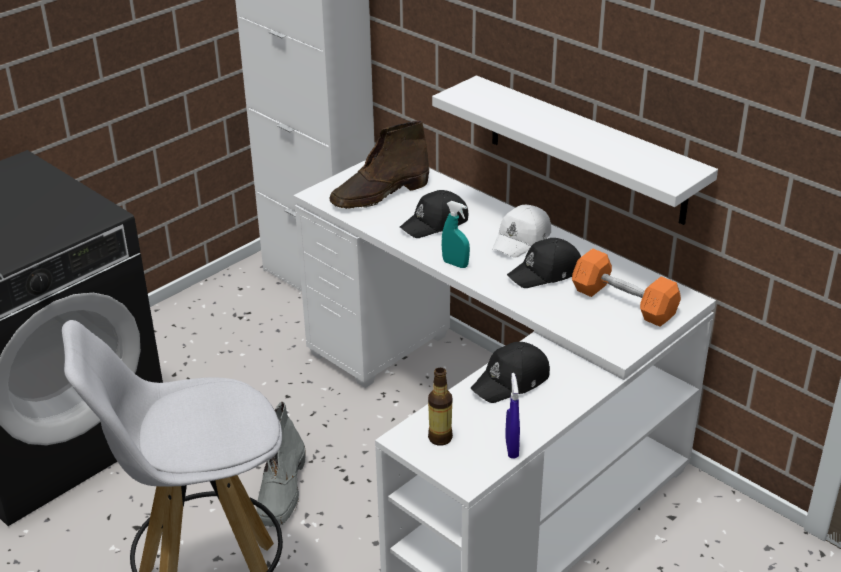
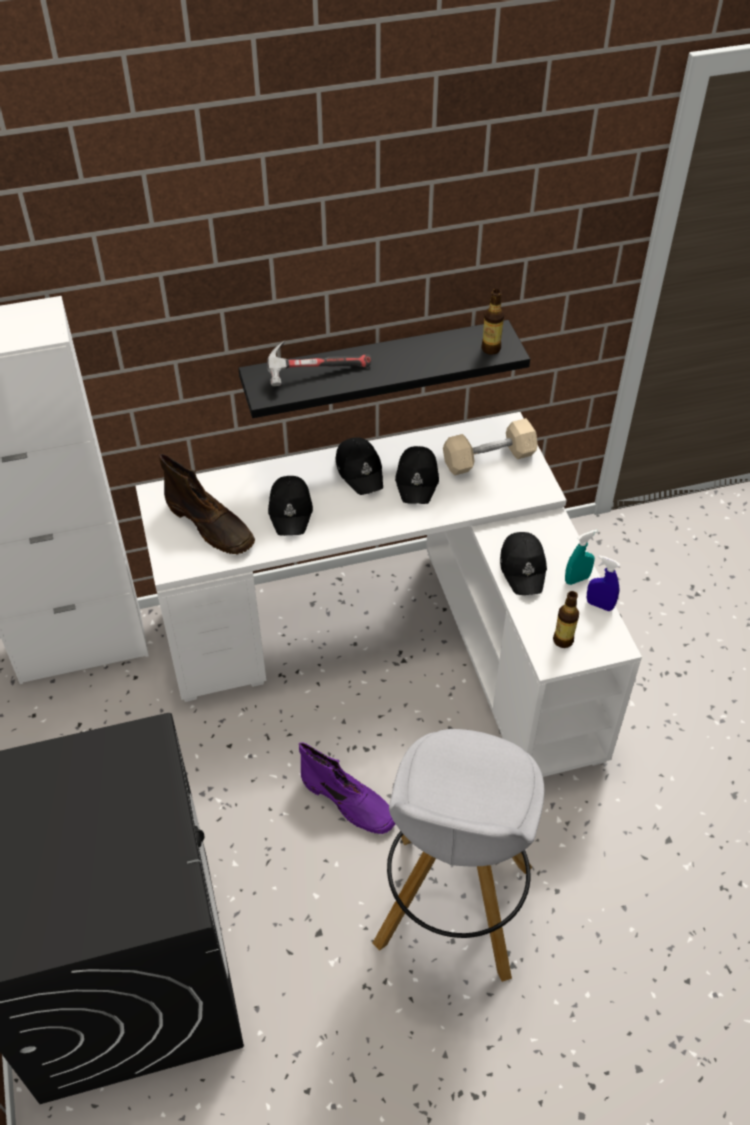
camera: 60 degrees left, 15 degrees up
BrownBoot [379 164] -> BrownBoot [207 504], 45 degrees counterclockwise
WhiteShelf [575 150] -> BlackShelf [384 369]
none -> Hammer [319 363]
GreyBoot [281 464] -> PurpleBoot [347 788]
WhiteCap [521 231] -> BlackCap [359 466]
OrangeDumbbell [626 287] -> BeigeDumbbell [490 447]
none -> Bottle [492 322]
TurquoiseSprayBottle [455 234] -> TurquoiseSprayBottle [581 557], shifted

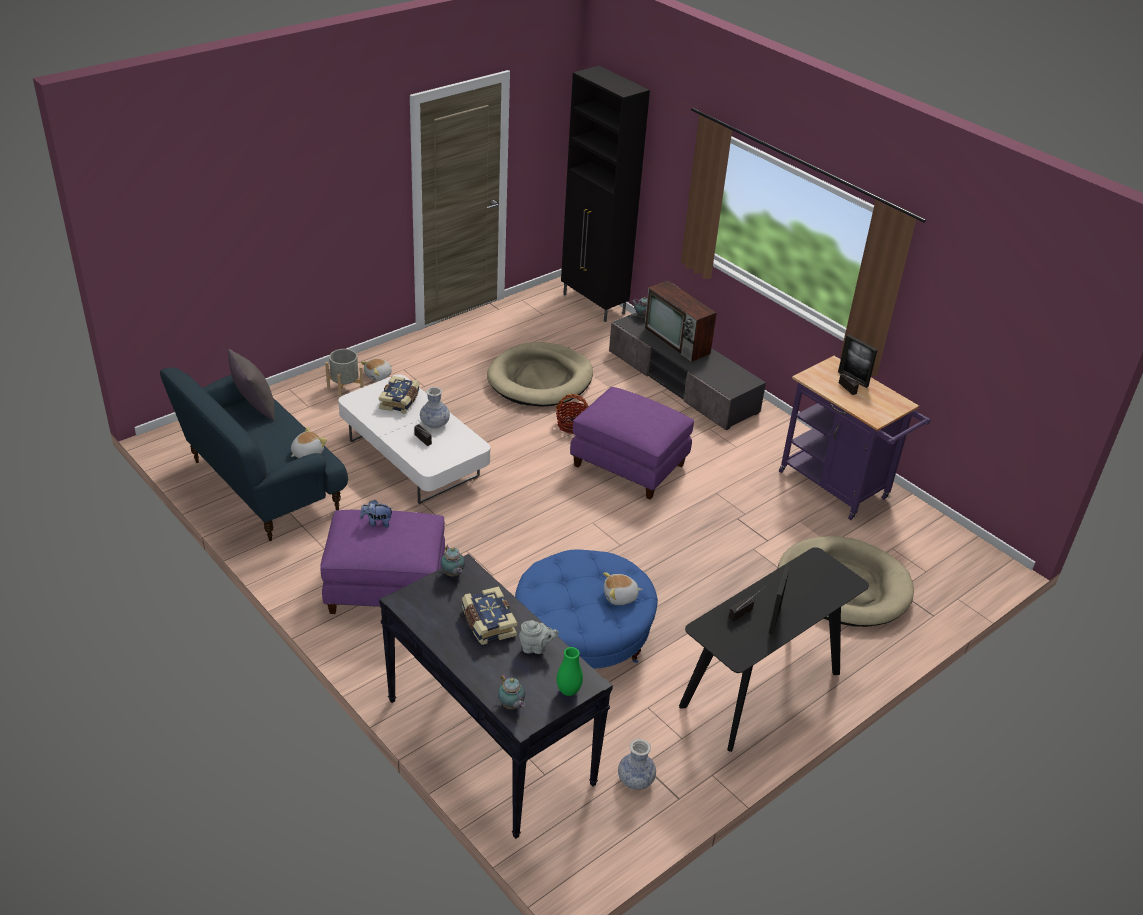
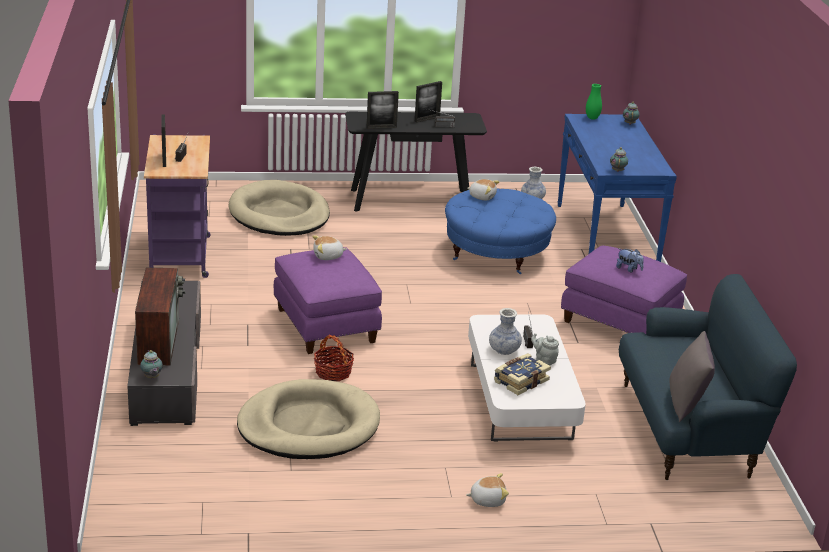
camera: 145 degrees left, 10 degrees down
PlushToy [309 442] -> PlushToy [329 247], shifted
none -> PictureFrame [383 110]
GreyTeapot [539 637] -> GreyTeapot [545 349], shifted
BlackConsoleTable [496 696] -> BlueConsoleTable [617 188]
GreyPlanter [344 373] -> none
Book [489 615] -> none
BlackCabinet [605 194] -> none

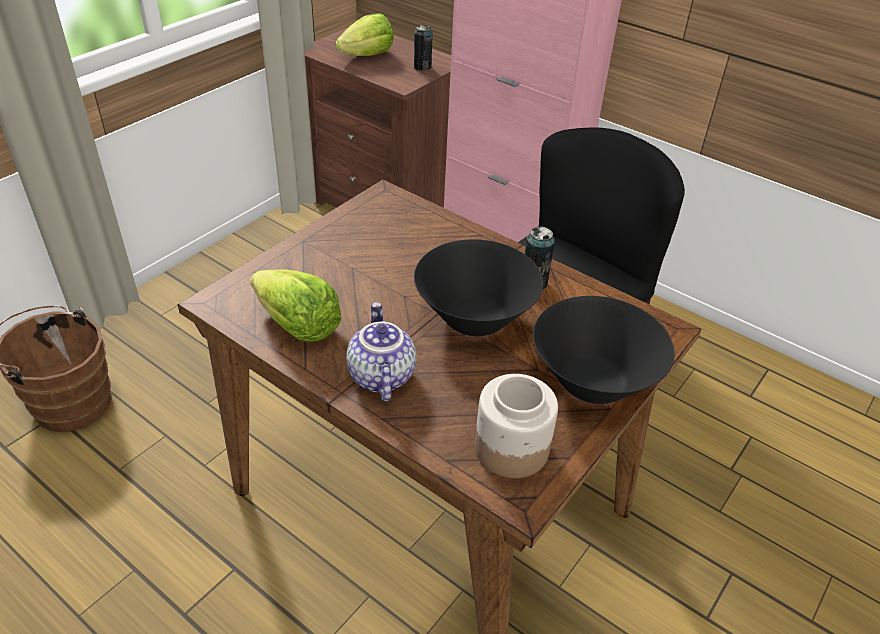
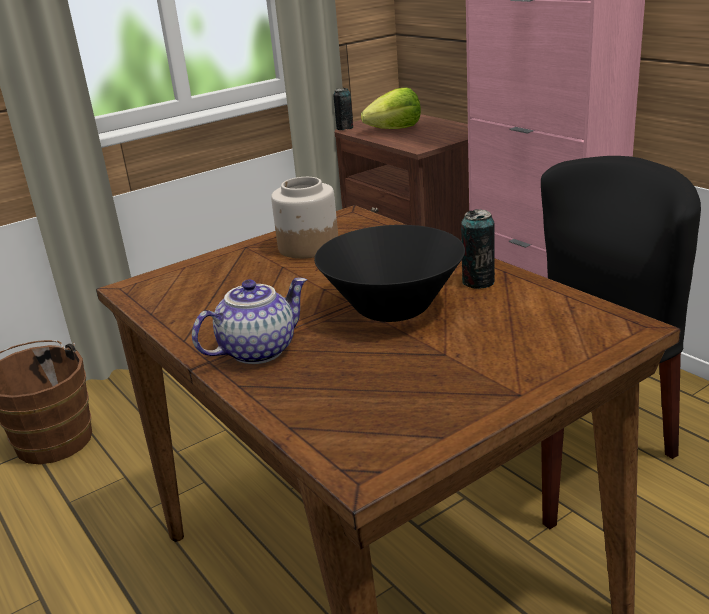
camera: 20 degrees right, 15 degrees down
Teapot [381 351] -> Teapot [249 321], 45 degrees clockwise
Jar [516 426] -> Jar [304 218], shifted
Can [423 48] -> Can [343 109], shifted
Lettuce [295 305] -> none
BlackBowl [604 350] -> none

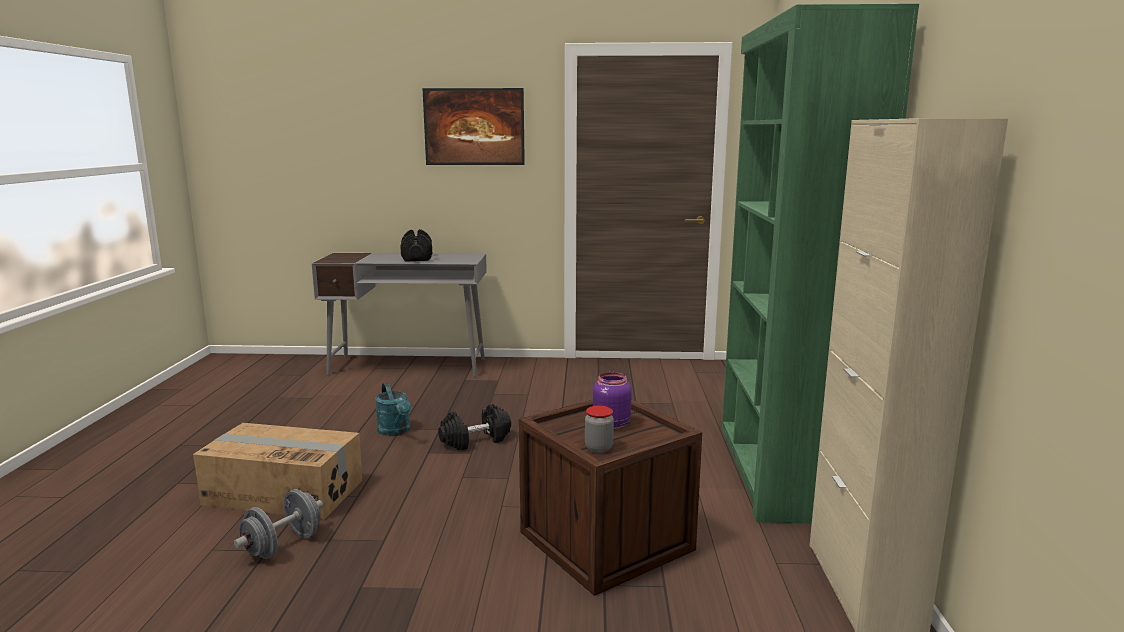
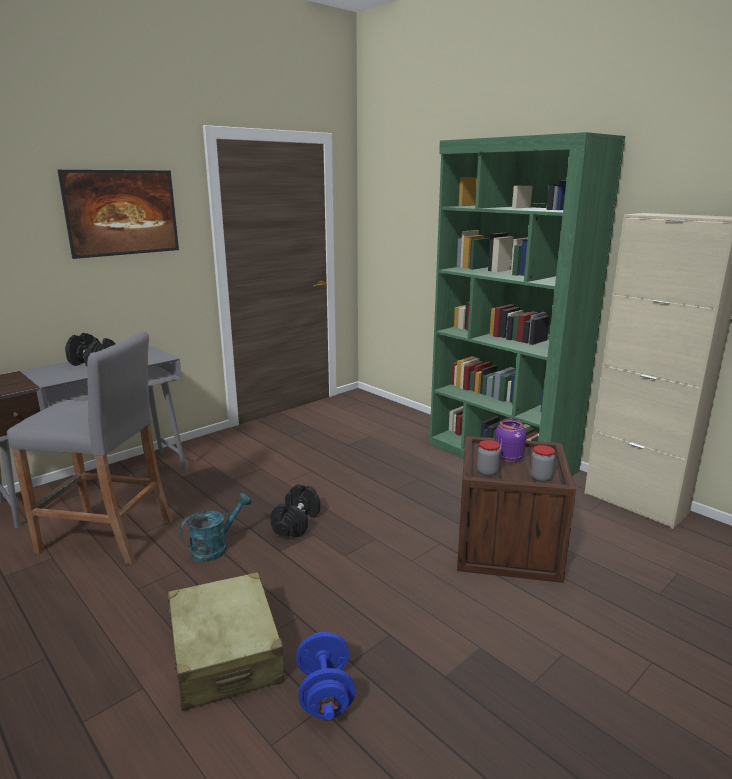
camera: 45 degrees left, 5 degrees up
none -> GreyStool [90 448]
CardboardBox [277 471] -> BeigeSuitcase [226 641]
TurquoiseWateringCan [393 409] -> TurquoiseWateringCan [215 527], 60 degrees counterclockwise
GreyDumbbell [278 524] -> BlueDumbbell [325 676]
none -> Jar [488 458]

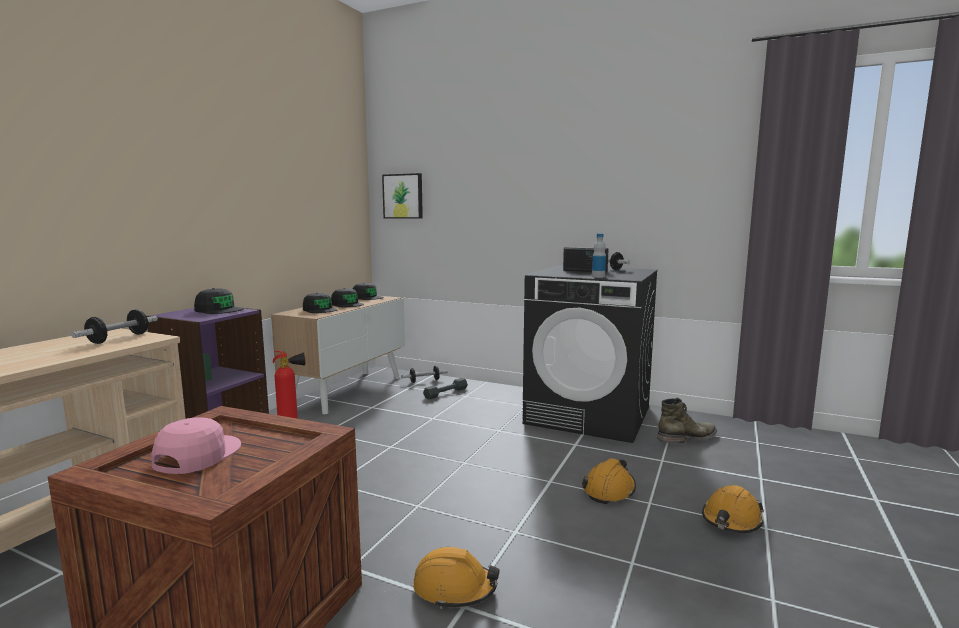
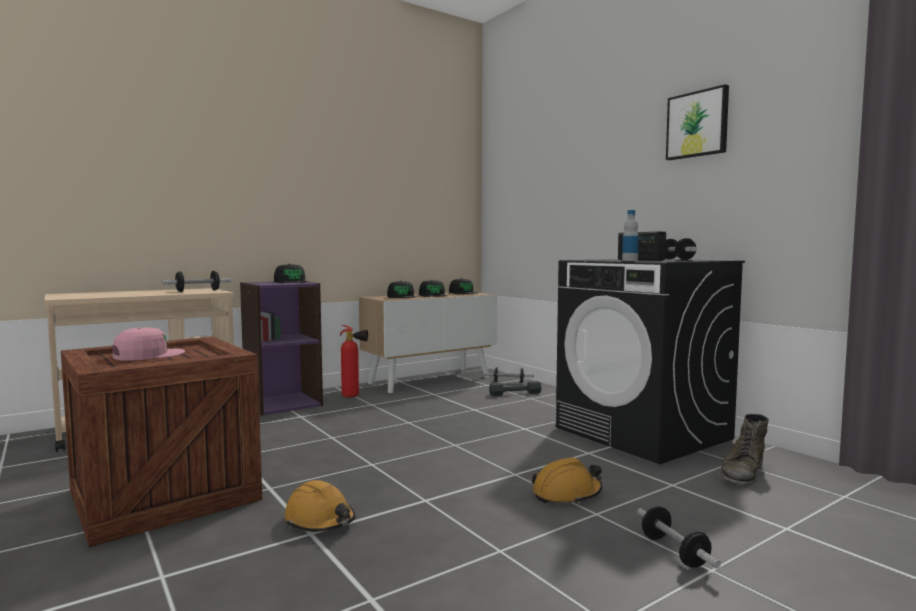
camera: 30 degrees right, 5 degrees down
OrangeHardHat [733 509] -> Dumbbell [679 538]
Picture [402 196] -> Picture [697 122], shifted
GreenBoot [687 420] -> GreenBoot [744 450], 120 degrees clockwise

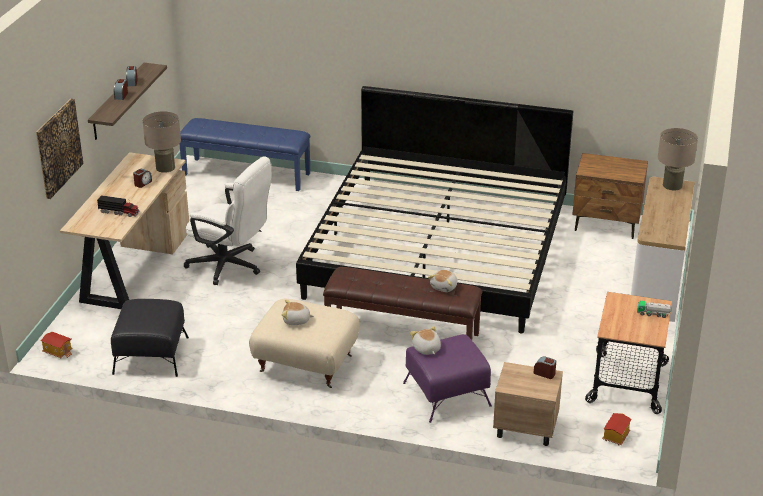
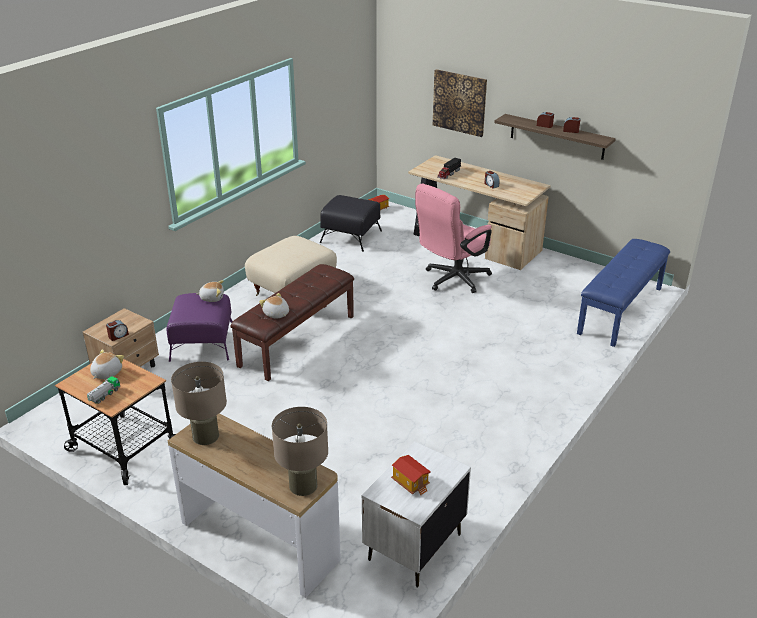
camera: 110 degrees right, 0 degrees up
PlushToy [298 312] -> PlushToy [107 364], shifted
BeigeTableLamp [161 142] -> BeigeTableLamp [199 403], shifted
BrownNightstand [610 196] -> WhiteNightstand [416 514]
ToyHouse [617 429] -> ToyHouse [411 475], shifted
WhiteOfficeChair [228 220] -> PinkOfficeChair [453 238]
Bed [434 209] -> none

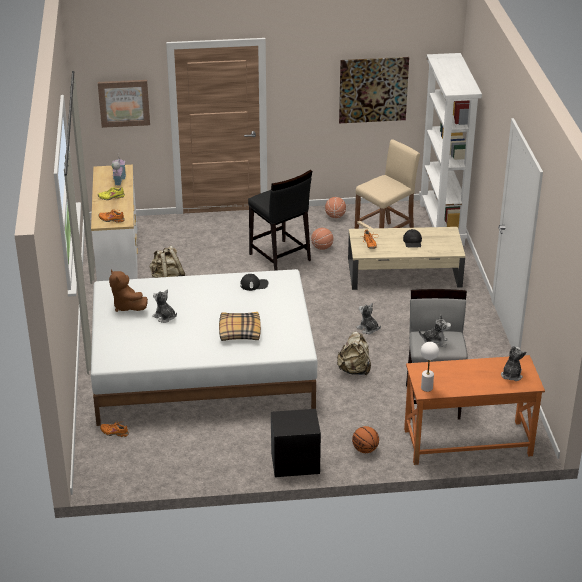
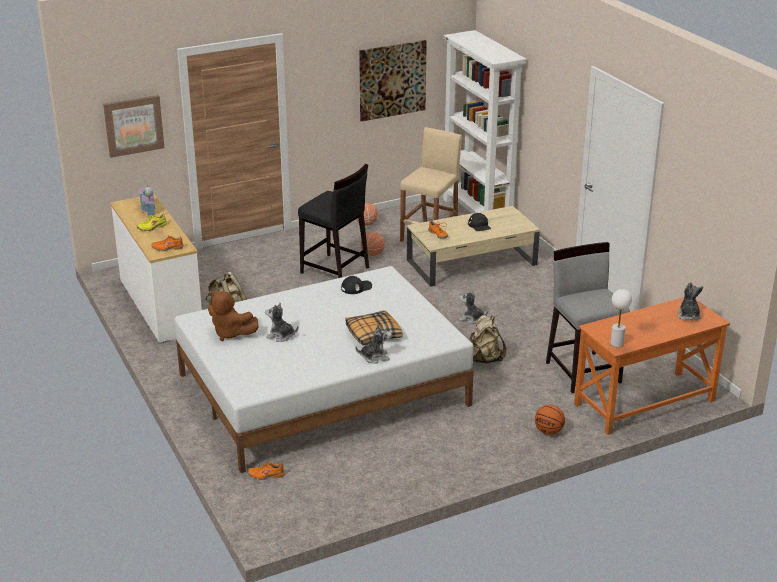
camera: 20 degrees left, 5 degrees down
PlushToy [435 331] -> PlushToy [373 344], shifted
BlackNightstand [296 443] -> none

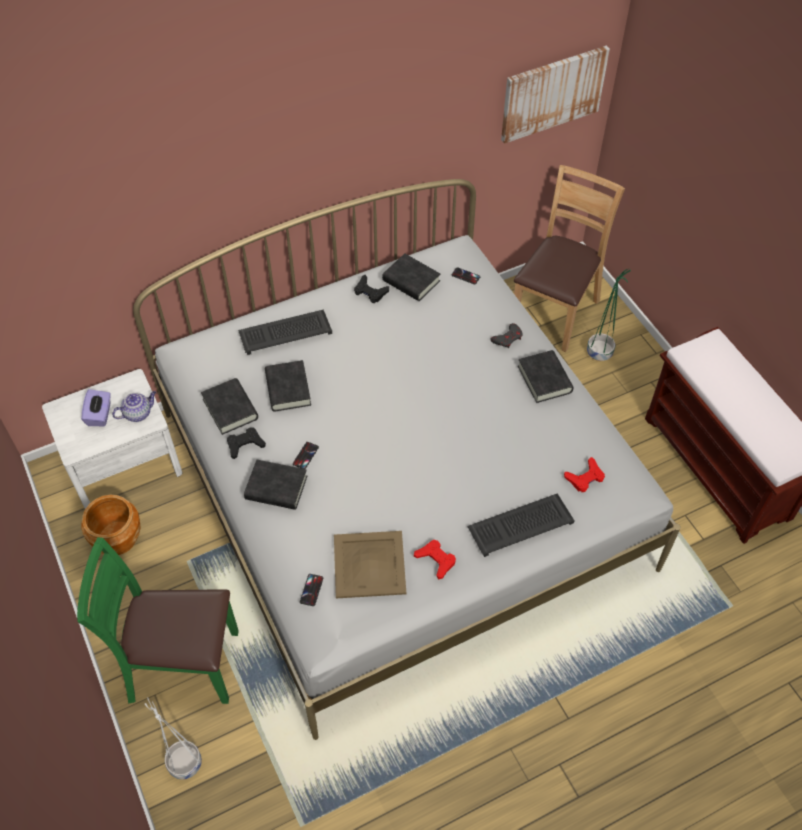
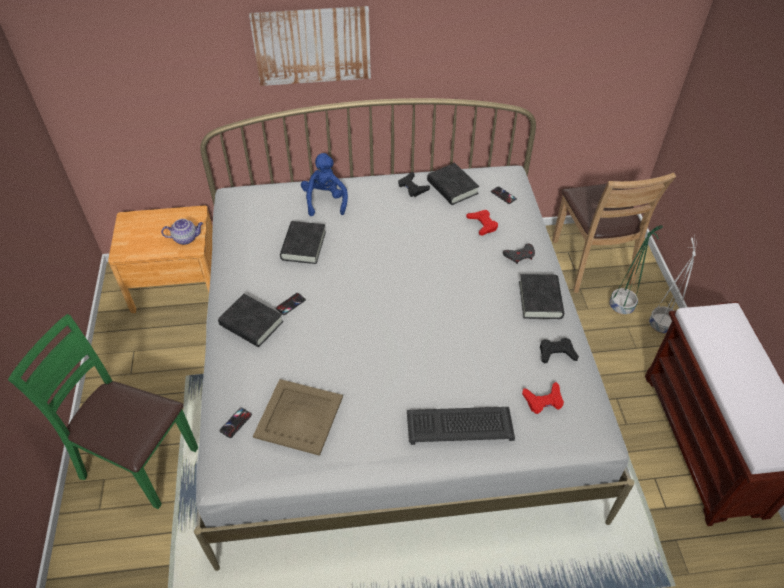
camera: 20 degrees right, 5 degrees down
WhiteNightstand [112 439] -> BrownNightstand [160 259]
Picture [555 95] -> Picture [310 46], shifted
Keyboard [285 332] -> BluePlushToy [324 184]
RedGameController [435 559] -> RedGameController [482 223], shifted
BlackGameController [246 443] -> BlackGameController [559 351], shifted
BrownChair [569 258] -> BrownChair [614 233], 120 degrees clockwise
WhitePlanter [173 739] -> WhitePlanter [673 284], shifted
PurpleTissueBox [96 407] -> none
BrownPlanter [110 525] -> none
BlackBook [229 406] -> none

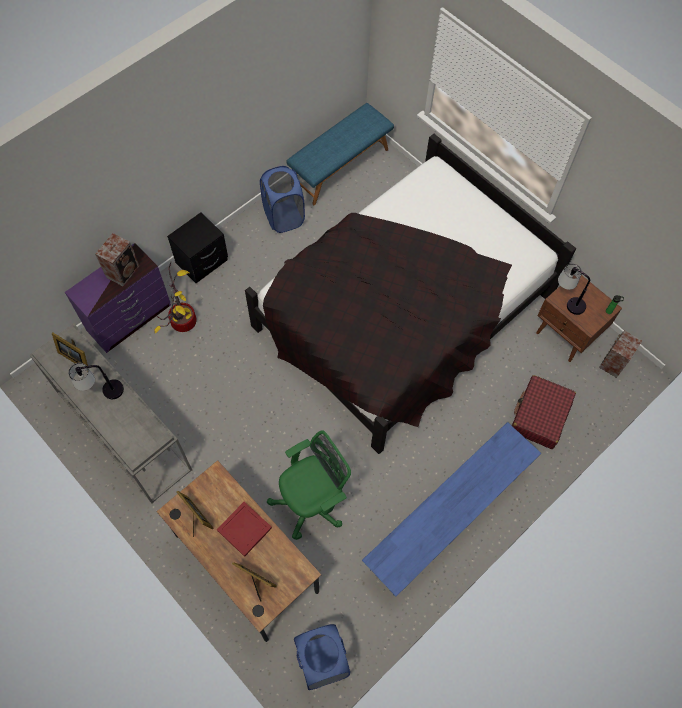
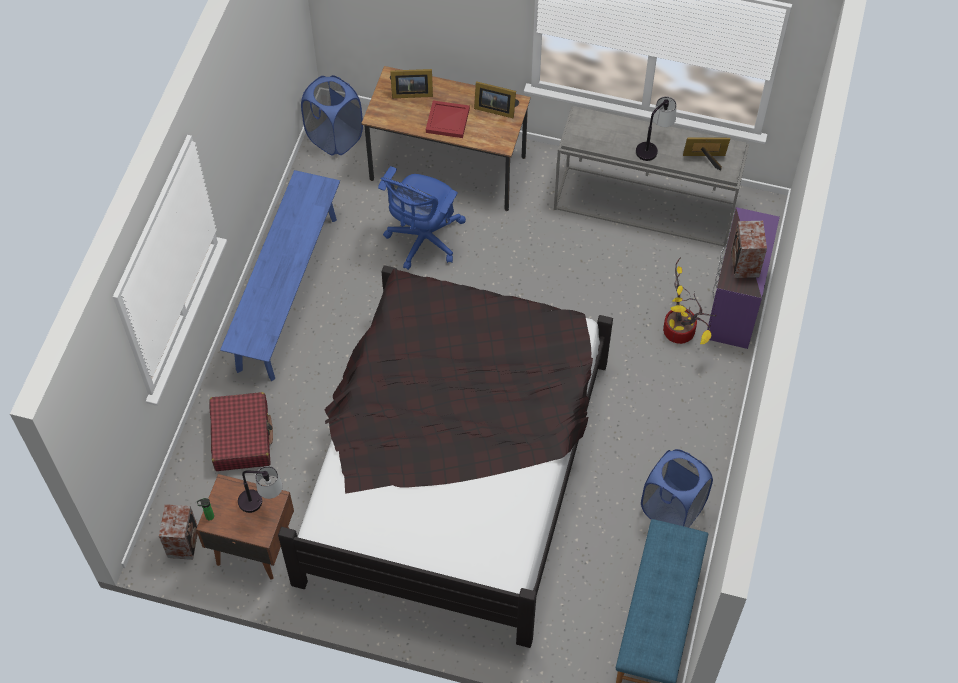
camera: 150 degrees right, 5 degrees down
GreenOfficeChair [309 485] -> BlueOfficeChair [422 218]
BlackNightstand [197 247] -> none

